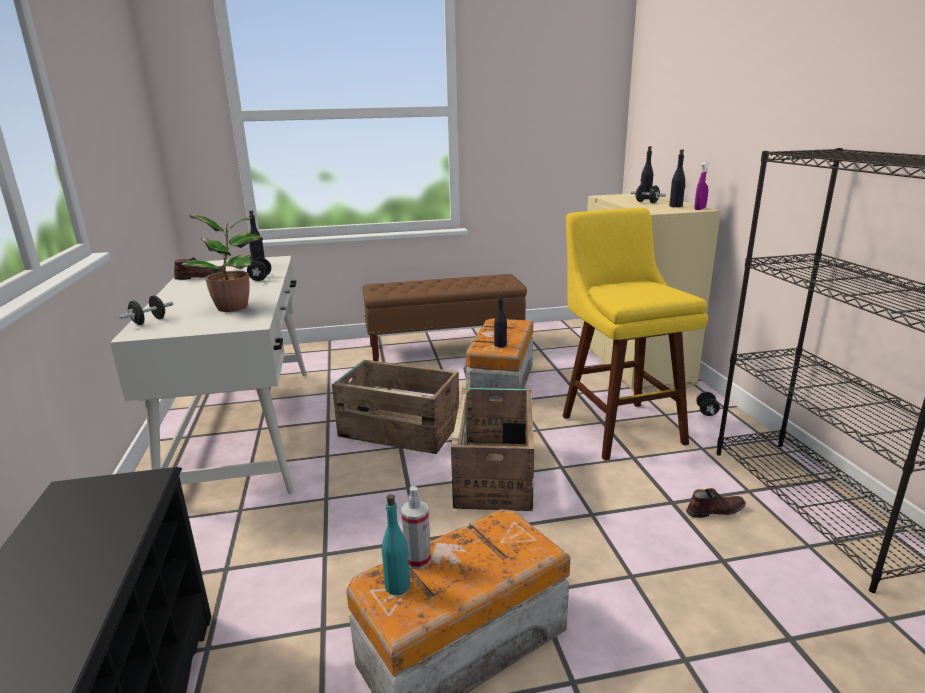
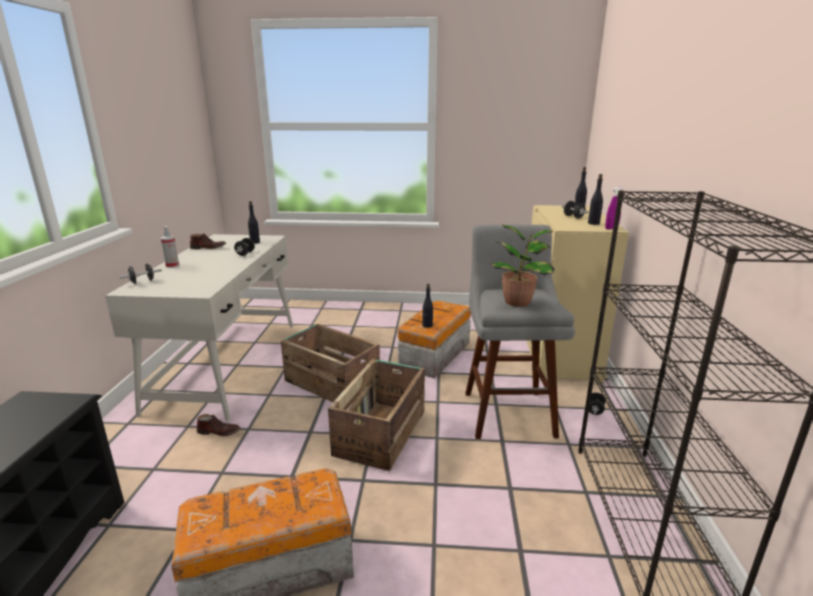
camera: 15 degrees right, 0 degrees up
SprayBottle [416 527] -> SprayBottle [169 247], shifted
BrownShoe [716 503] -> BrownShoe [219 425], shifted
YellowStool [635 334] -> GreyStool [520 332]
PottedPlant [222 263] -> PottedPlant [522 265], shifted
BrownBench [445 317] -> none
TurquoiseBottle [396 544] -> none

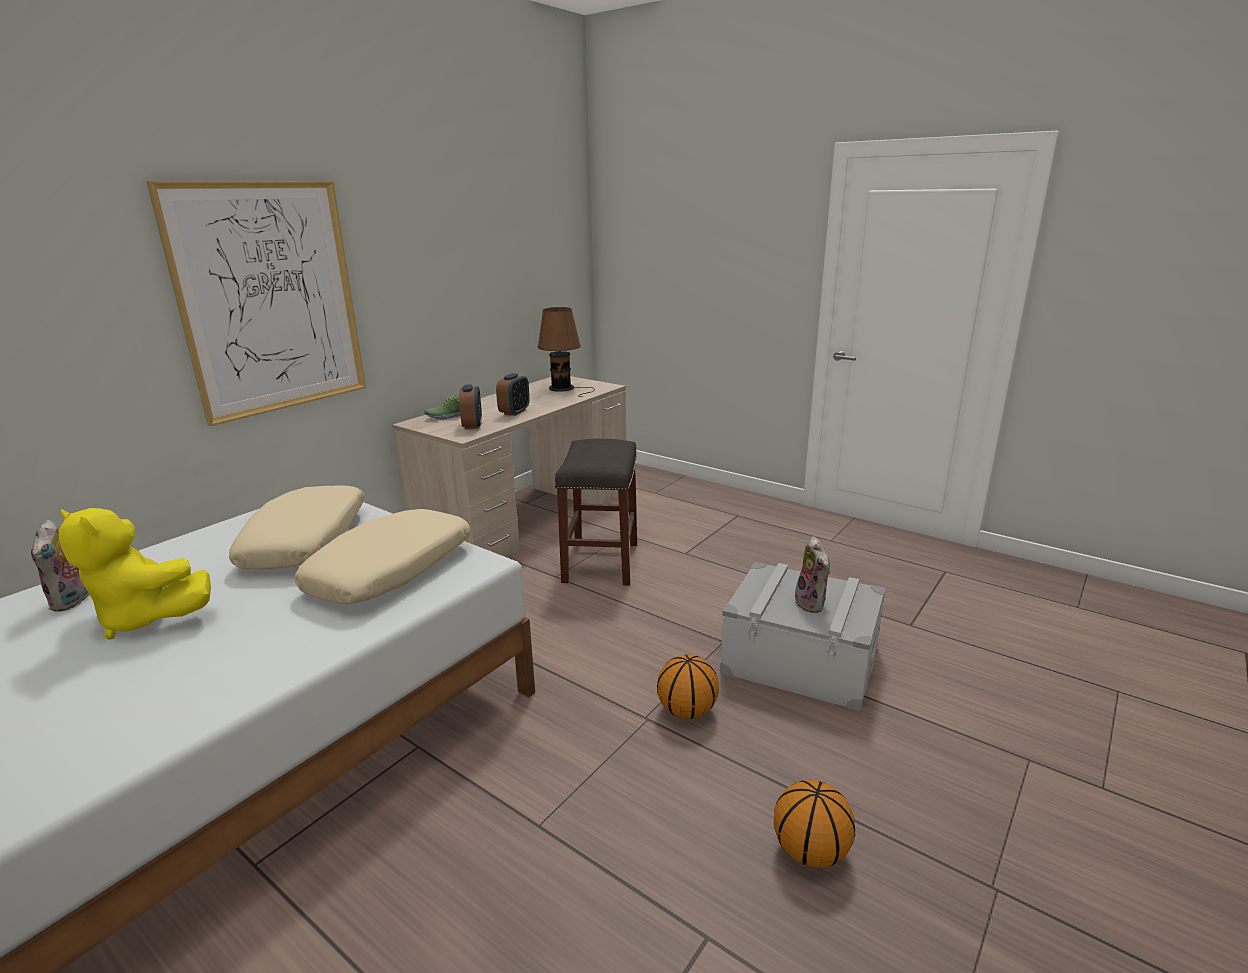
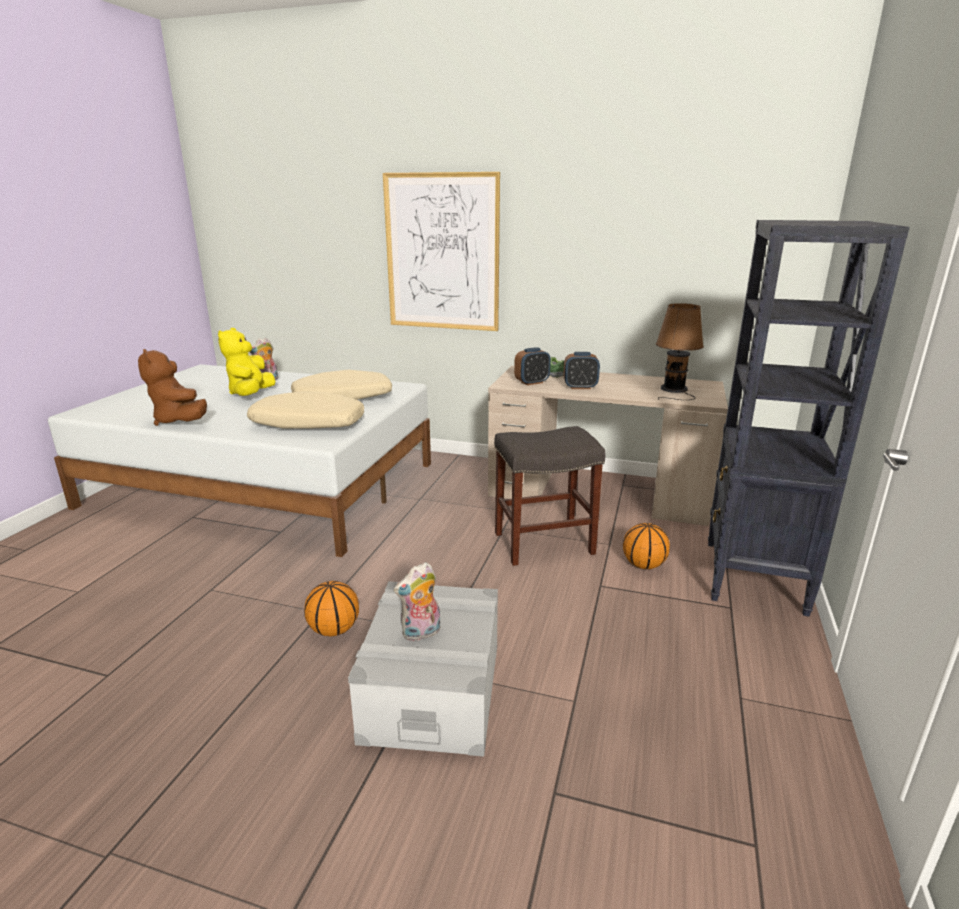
camera: 70 degrees right, 0 degrees up
none -> BrownPlushToy [172 387]
Basketball [814 824] -> Basketball [646 546], shifted
none -> BlackBookcase [808 418]

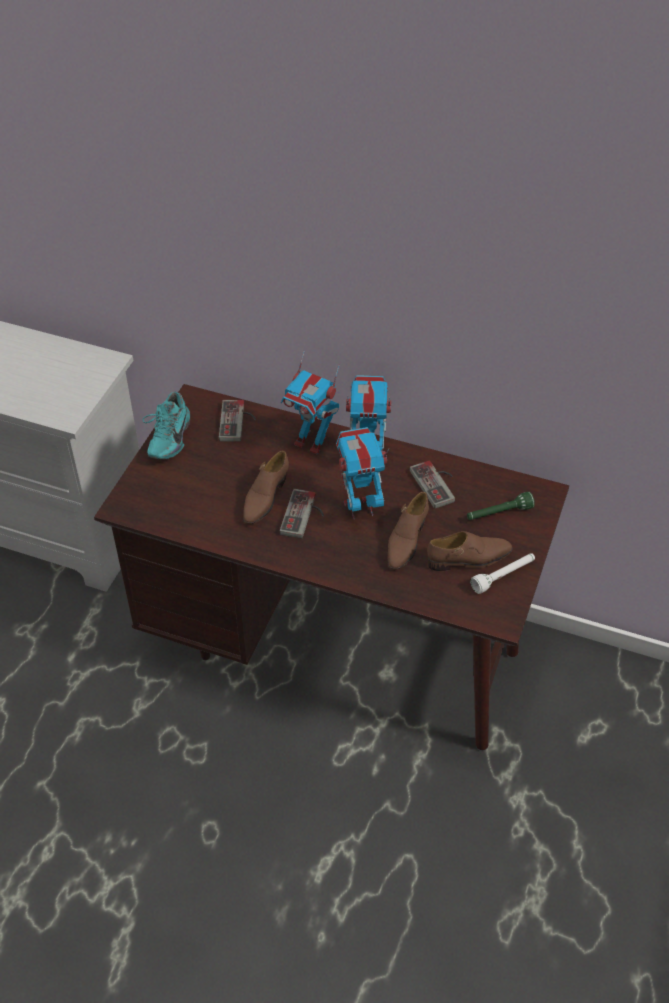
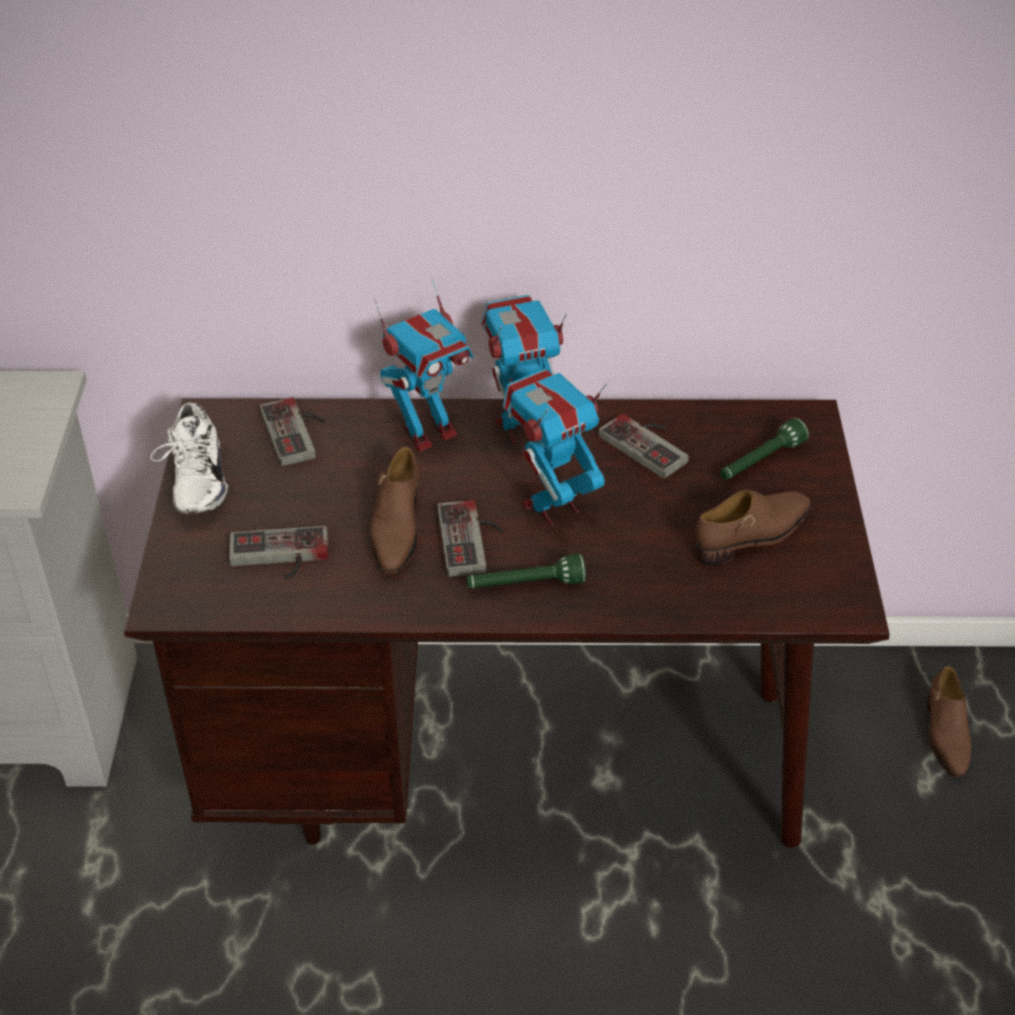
camera: 20 degrees left, 5 degrees down
TurquoiseShoe [166 425] -> WhiteShoe [189 458]
none -> GameController [278 552]
ToyRobot [310 402] -> ToyRobot [423 364], 45 degrees counterclockwise
none -> GreenFlashlight [526 571]
BrownShoe [408 531] -> BrownShoe [949 722], shifted
WhiteFlashlight [502 573] -> none

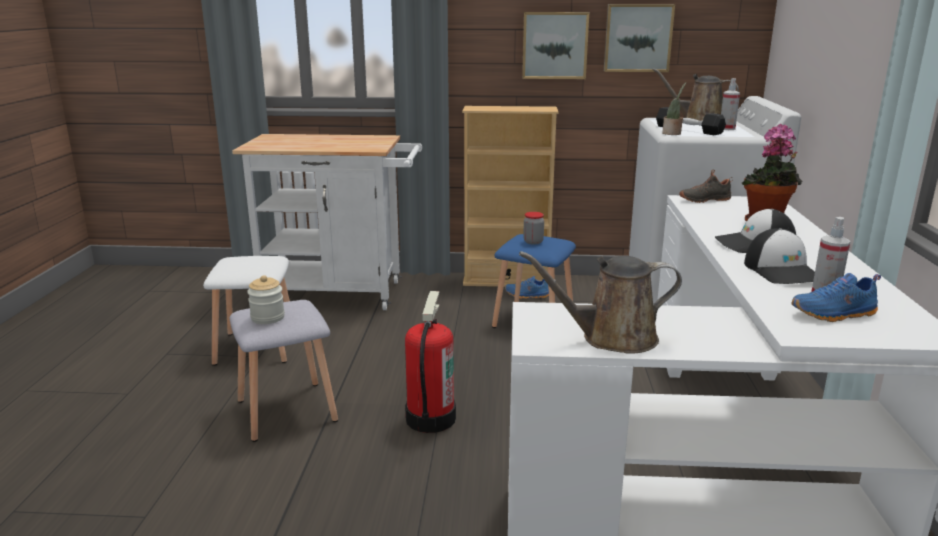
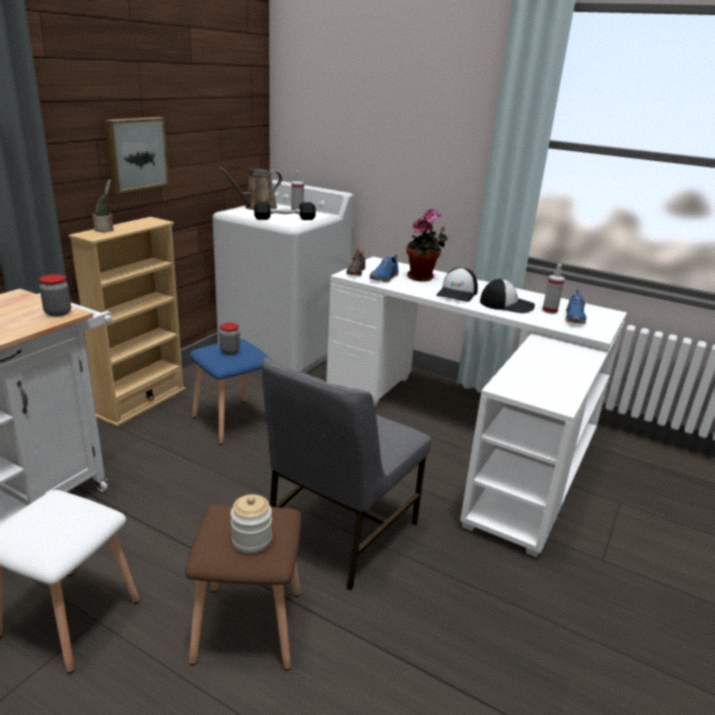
camera: 65 degrees left, 5 degrees up
none -> Jar [55 295]
PottedPlant [674 108] -> PottedPlant [103 205], shifted
GreyStool [283 371] -> BrownStool [243 587]
FireExtinguisher [430 362] -> GreyChair [346 474]
BlueShoe [527 287] -> BlueShoe [384 268], shifted
BrownWateringCan [600 302] -> none
Picture [639 38] -> none

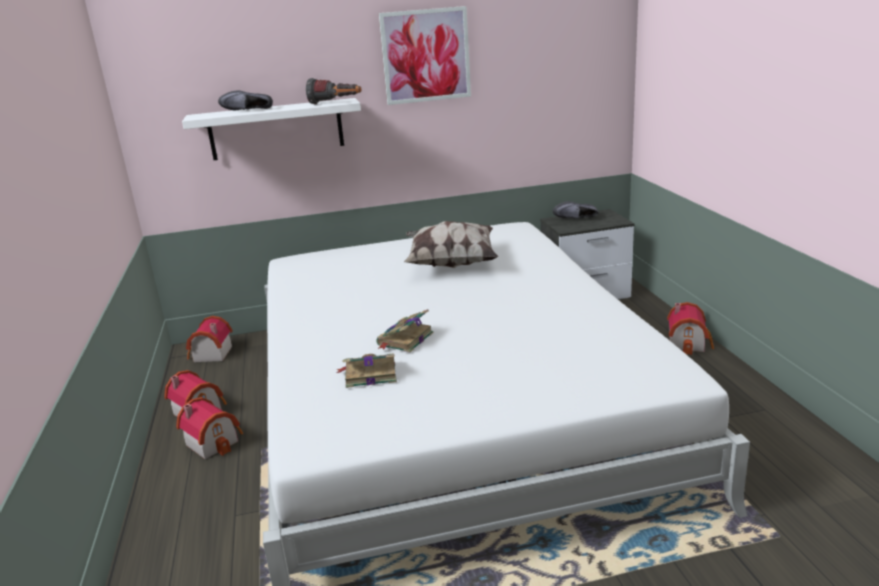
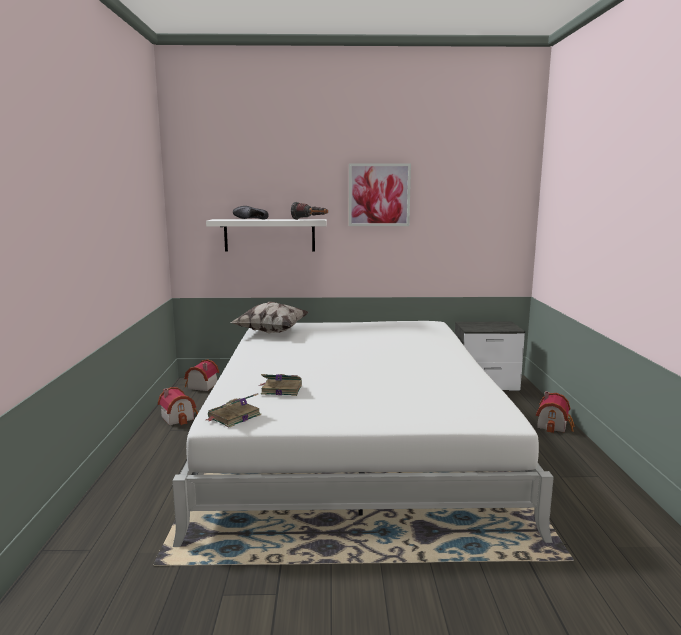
camera: 10 degrees right, 10 degrees down
Book [405 330] -> Book [233 410], shifted
Pillow [451 244] -> Pillow [269 318], shifted
ToyHouse [209 428] -> none
BlackShoe [576 209] -> none

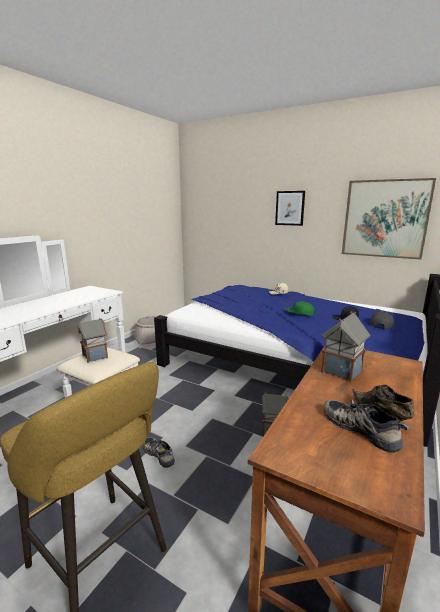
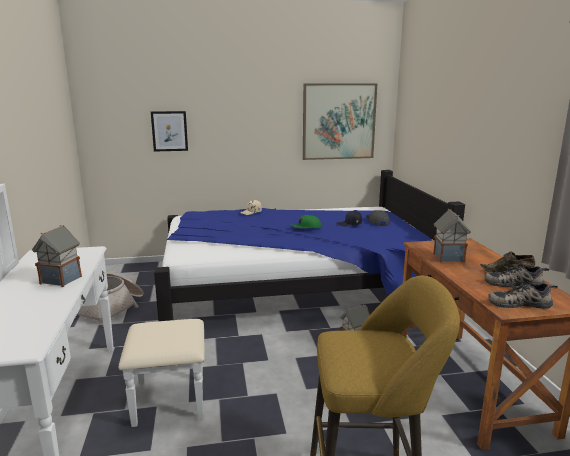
camera: 40 degrees left, 0 degrees up
ToyHouse [93 340] -> ToyHouse [57 256], shifted
Picture [290 208] -> Picture [169 131], shifted
Shoe [159 452] -> Shoe [523 295], shifted

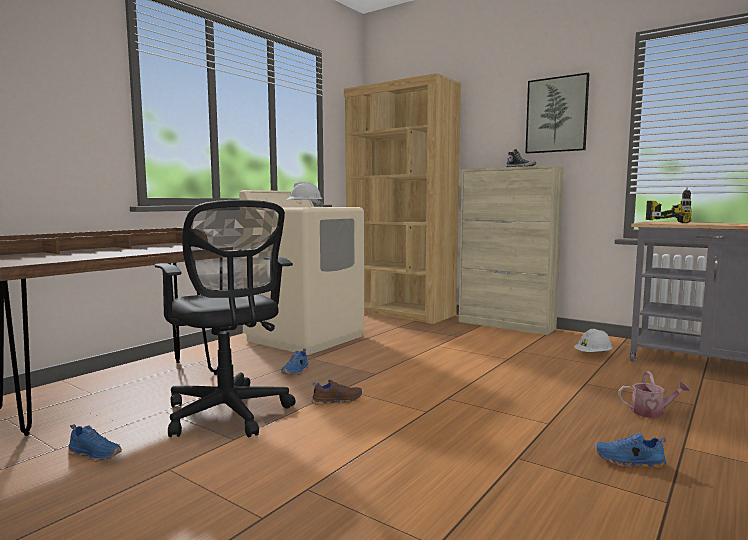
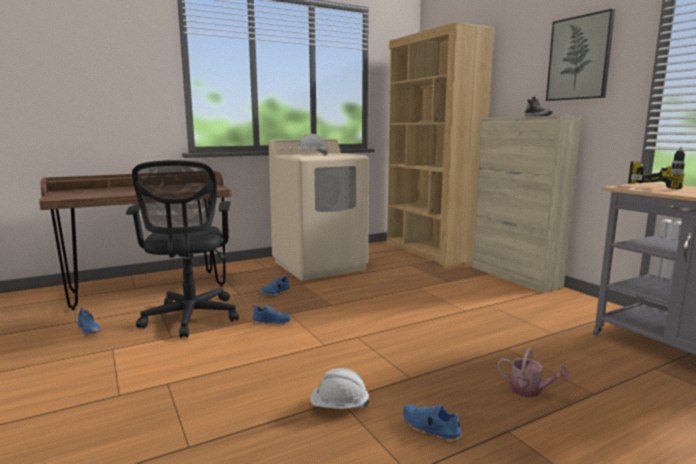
camera: 25 degrees right, 5 degrees up
BrownShoe [337 392] -> BlueShoe [272 315]
WhiteHardHat [593 341] -> WhiteHardHat [340 388], shifted

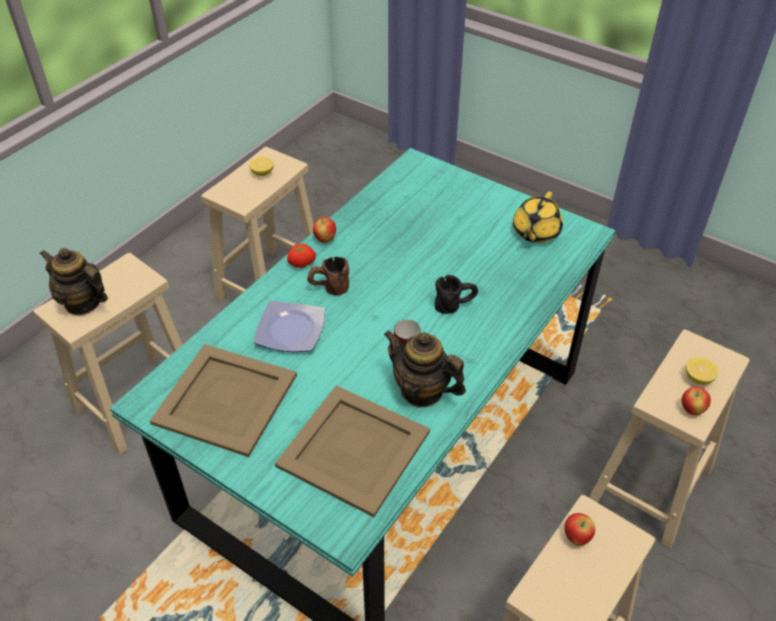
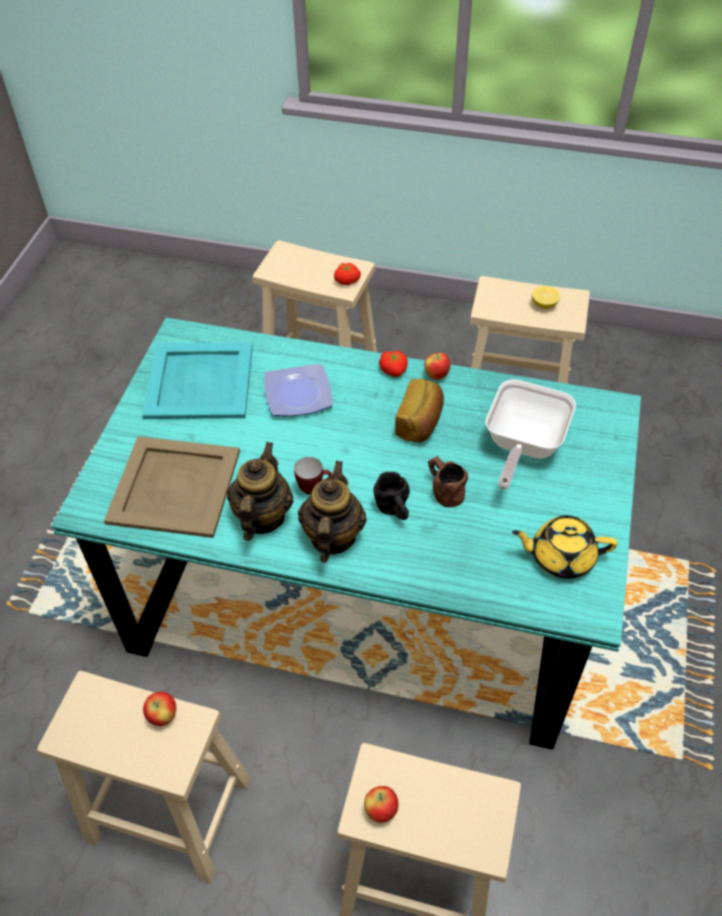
camera: 70 degrees right, 5 degrees up
BeigeTray [223 400] -> TurquoiseTray [197 381]
Teapot [74 281] -> Teapot [332 511], shifted
none -> Tomato [347 274]
none -> Bread [419 410]
BrownMug [328 276] -> BrownMug [448 481], shifted
none -> FryingPan [530 434]
Lemon [702 370] -> none

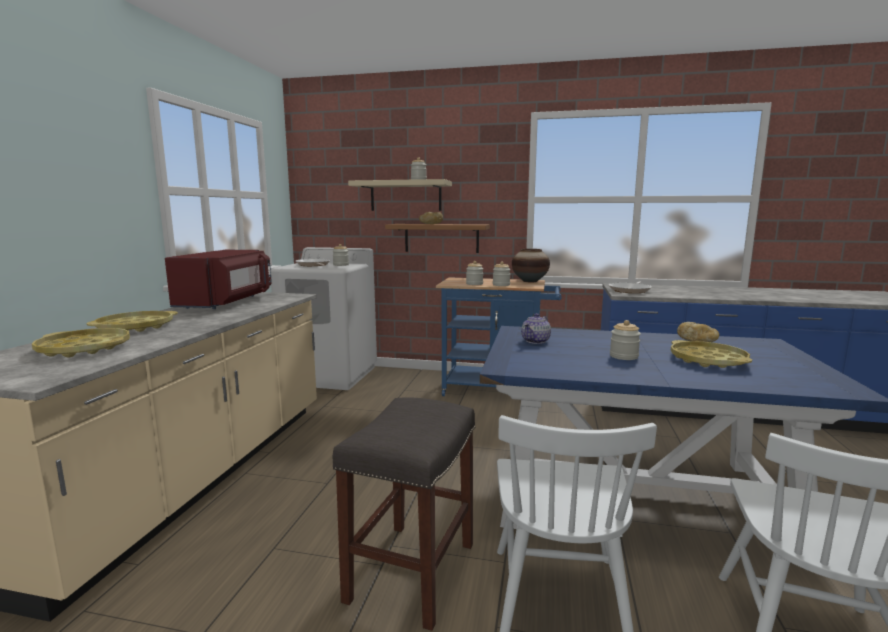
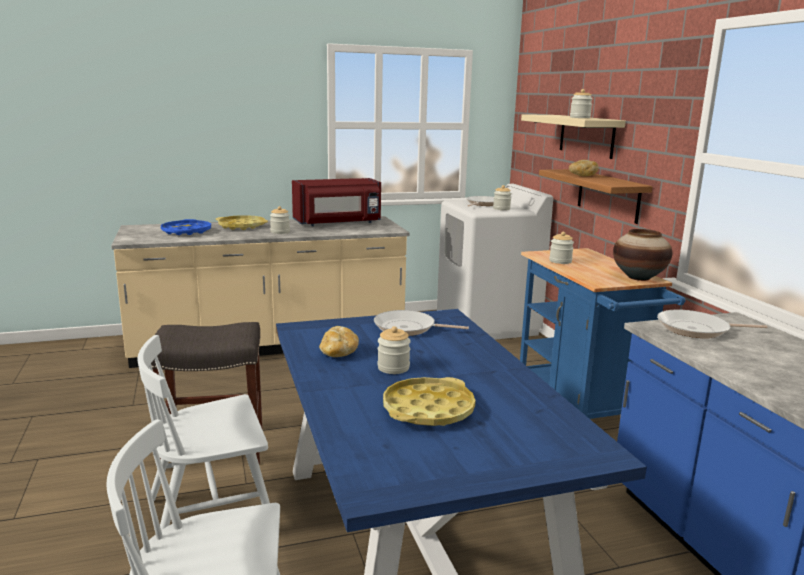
camera: 60 degrees right, 5 degrees up
YellowTray [81 343] -> BlueTray [186 227]
Jar [502 273] -> Jar [280 220], shifted
Bread [698 332] -> Bread [339 341], shifted
Teapot [536 328] -> FryingPan [421 323]

